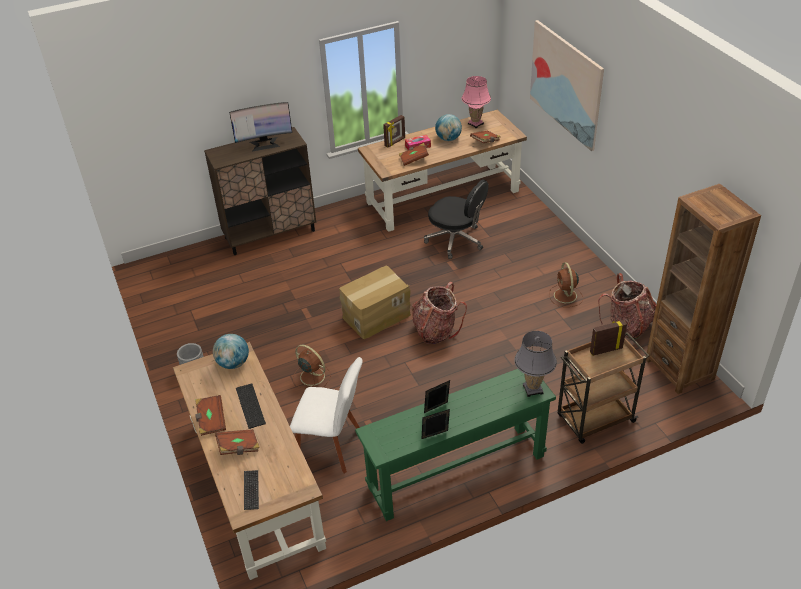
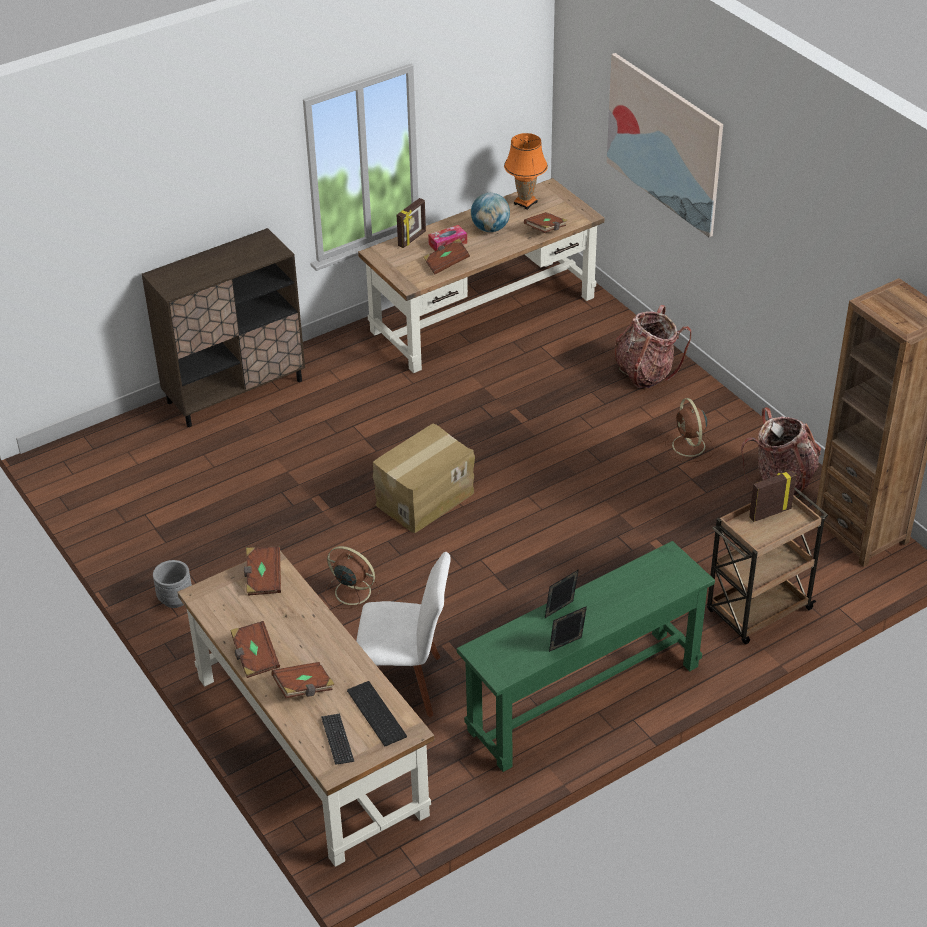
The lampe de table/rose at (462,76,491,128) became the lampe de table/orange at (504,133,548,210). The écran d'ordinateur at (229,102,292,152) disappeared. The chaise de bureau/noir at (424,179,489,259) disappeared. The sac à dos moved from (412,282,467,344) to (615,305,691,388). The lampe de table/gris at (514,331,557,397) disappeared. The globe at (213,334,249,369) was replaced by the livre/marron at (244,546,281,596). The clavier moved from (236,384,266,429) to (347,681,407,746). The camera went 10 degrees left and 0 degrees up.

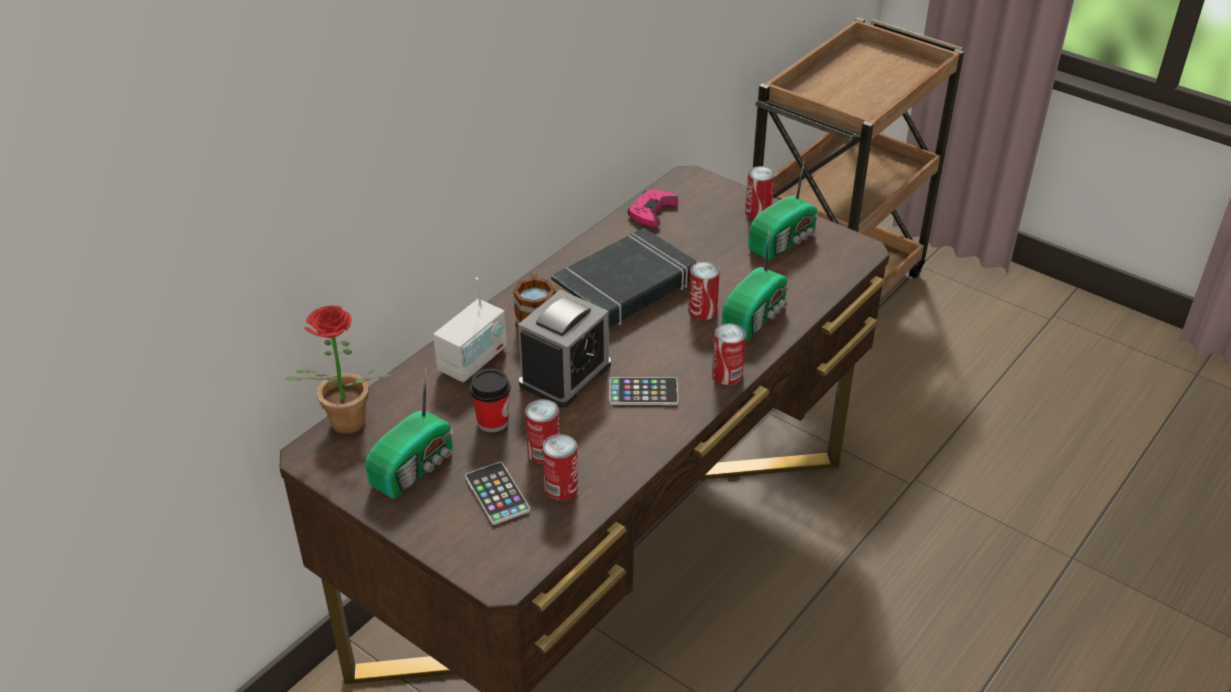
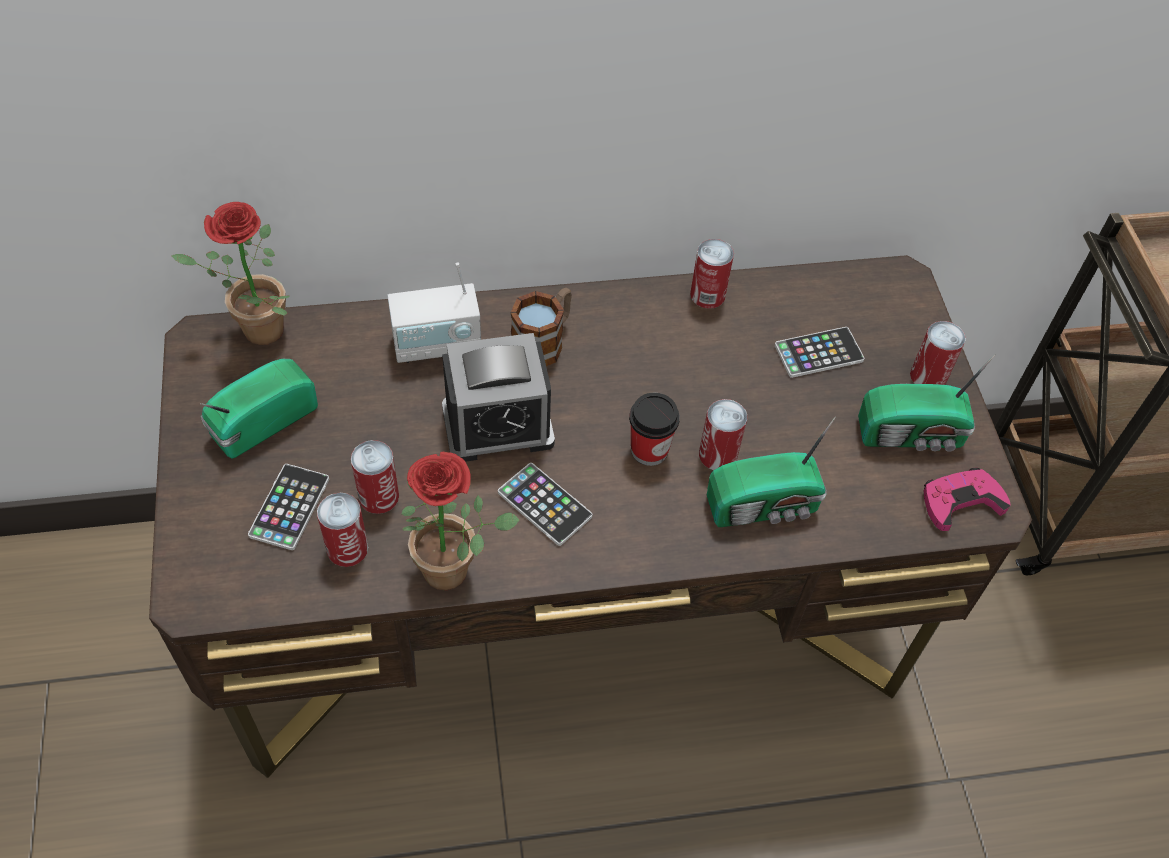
The manette/rose moved from (628,190,678,227) to (923,467,1011,531). The livre/noir at (551,228,696,328) disappeared. The boîte métallique moved from (712,324,746,385) to (690,239,734,309). The radio at (365,367,453,499) turned 150 degrees clockwise. The tasse moved from (470,369,511,433) to (629,393,680,466). The téléphone at (775,327,865,378) appeared. The plante en pot at (401,452,520,590) appeared. The camera went 40 degrees right and 15 degrees up.

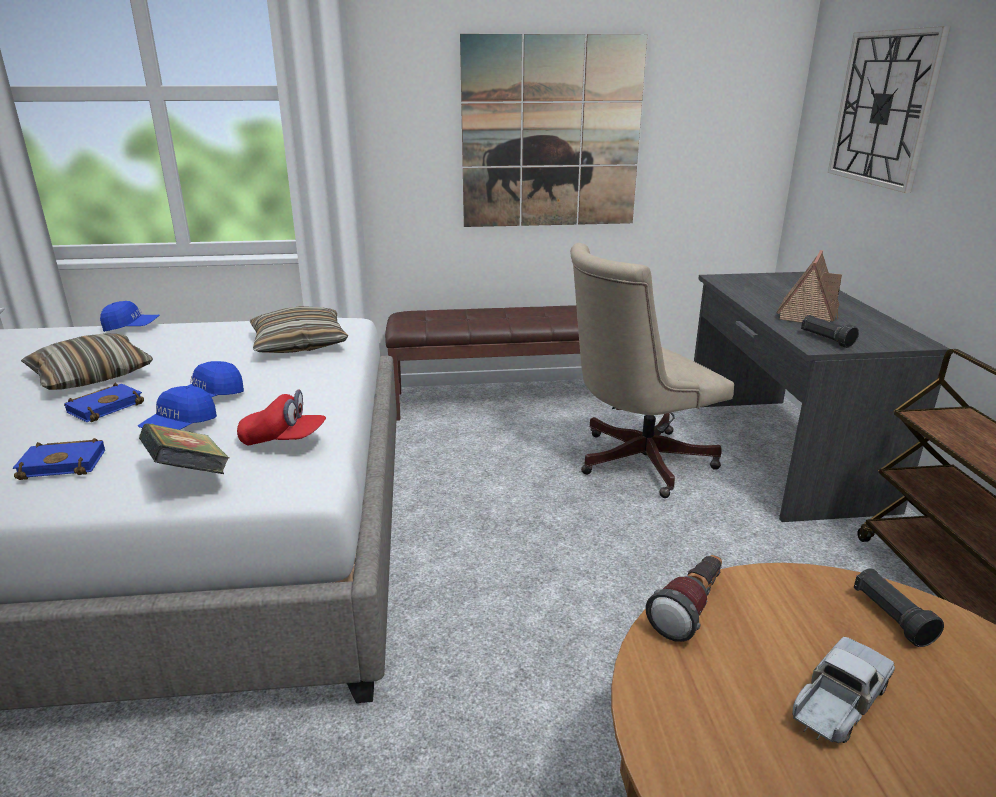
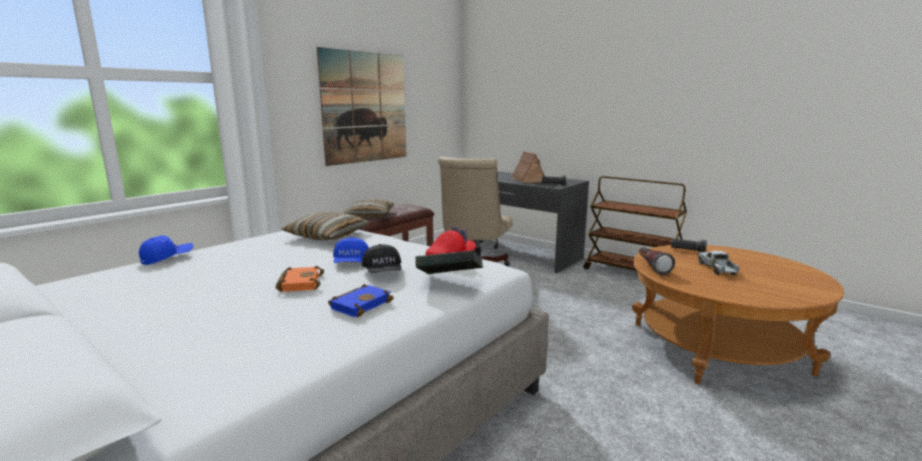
The horloge murale at (828,26,950,193) disappeared. The coussin moved from (21,333,153,390) to (344,198,394,218). The livre/bleu at (64,383,144,422) became the livre/orange at (275,266,324,292). The casquette/bleu at (138,386,217,430) became the casquette/noir at (362,244,402,273). The camera went 45 degrees left and 10 degrees down.

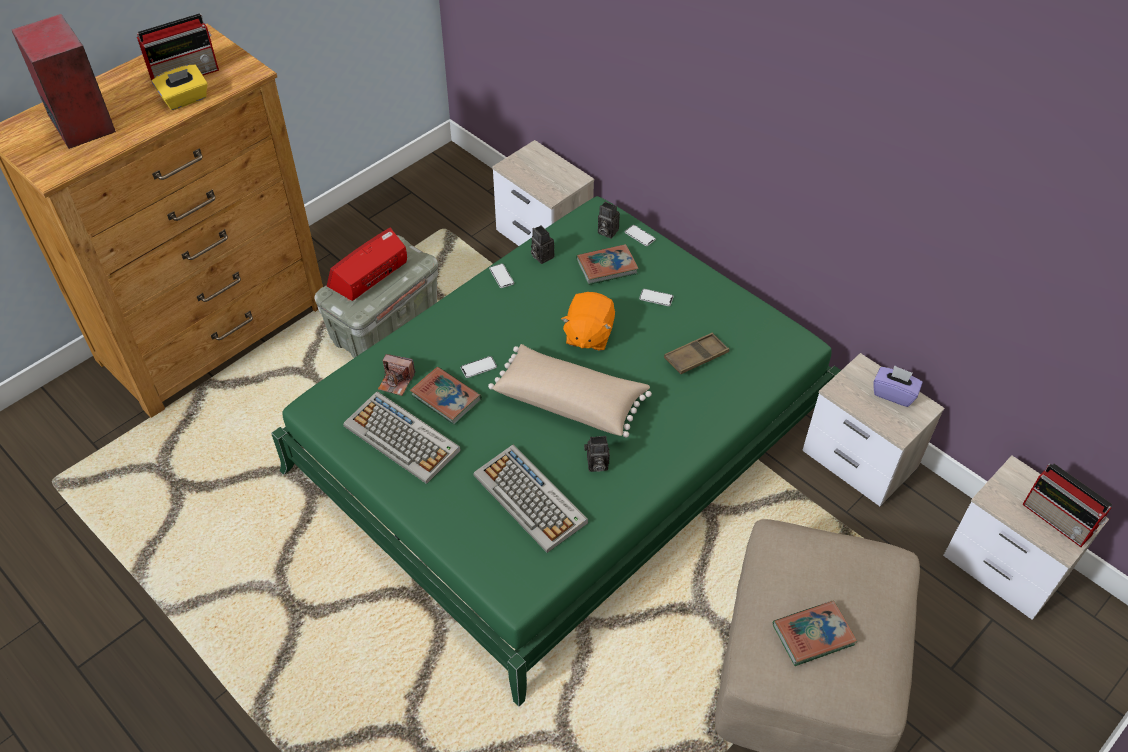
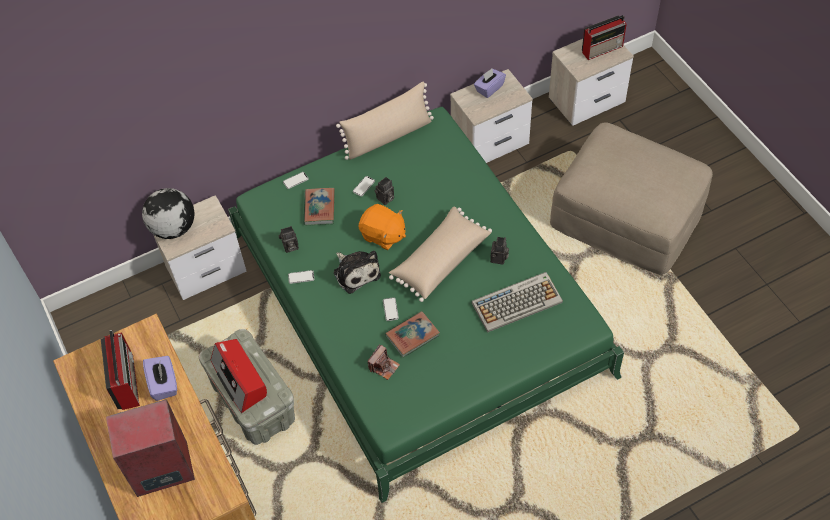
The boîte à mouchoirs/jaune at (152,65,208,110) became the boîte à mouchoirs/violet at (143,356,177,401). The appareil photo moved from (598,202,620,239) to (375,177,394,205). The plateau/marron at (664,333,730,374) disappeared. The clavier at (343,391,461,484) disappeared. The livre at (773,601,857,666) disappeared. The coussin/beige at (336,82,434,160) appeared. The globe at (142,188,195,239) appeared. The peluche at (334,251,381,294) appeared. The camera went 70 degrees left and 5 degrees up.

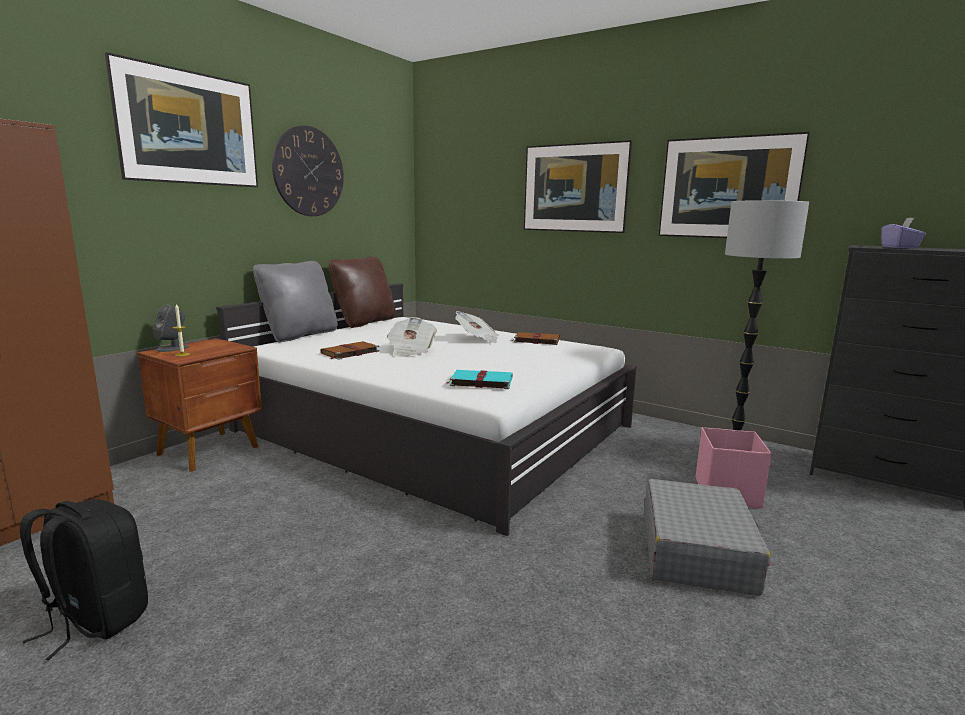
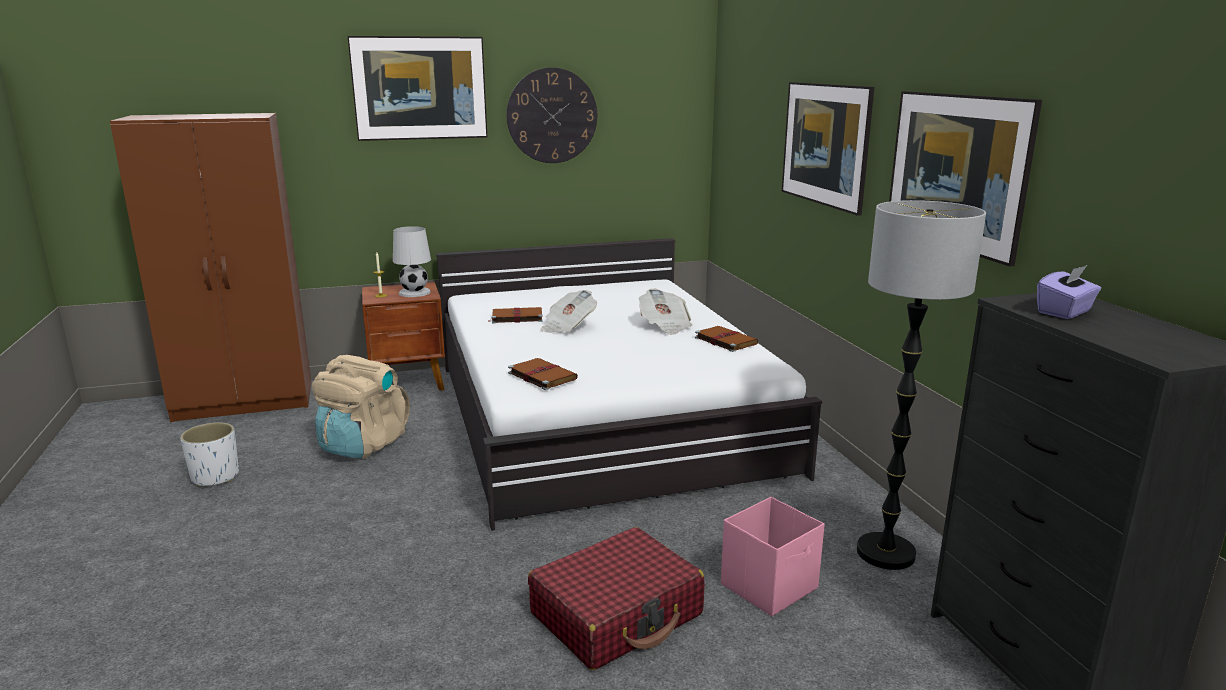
The coussin/marron at (329,257,396,328) disappeared. The coussin/gris at (253,261,338,342) disappeared. The enceinte/gris at (153,304,189,352) disappeared. The livre/turquoise at (447,370,513,389) became the livre/marron at (508,358,578,390). The valise/gris at (644,479,771,596) became the valise/rouge at (528,527,705,670). The sac à dos/noir at (20,499,148,660) was replaced by the cache-pot/blanc at (180,422,239,487). The lampe de table/blanc at (393,226,431,297) appeared. The sac à dos/beige at (312,355,410,459) appeared. The camera went 40 degrees right and 5 degrees up.

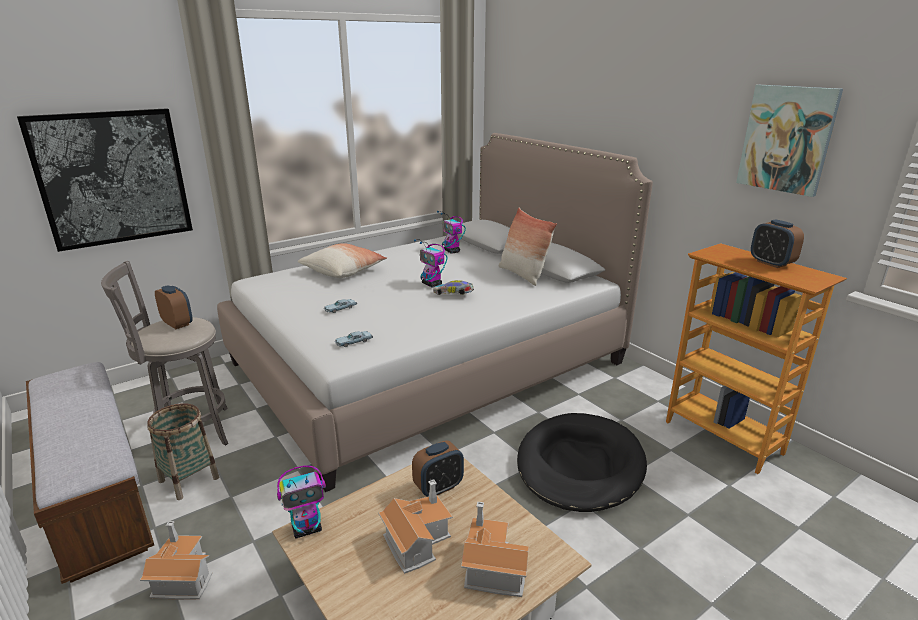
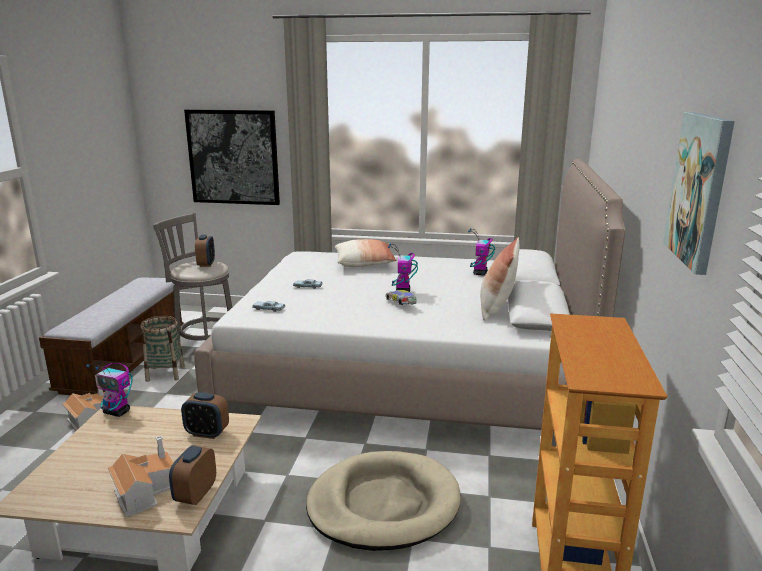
The réveil moved from (751,219,804,268) to (169,446,216,505). The panier pour chien/noir at (517,413,647,512) became the panier pour chien/beige at (306,451,461,551). The maison miniature at (378,480,453,574) disappeared. The camera went 45 degrees right and 5 degrees down.

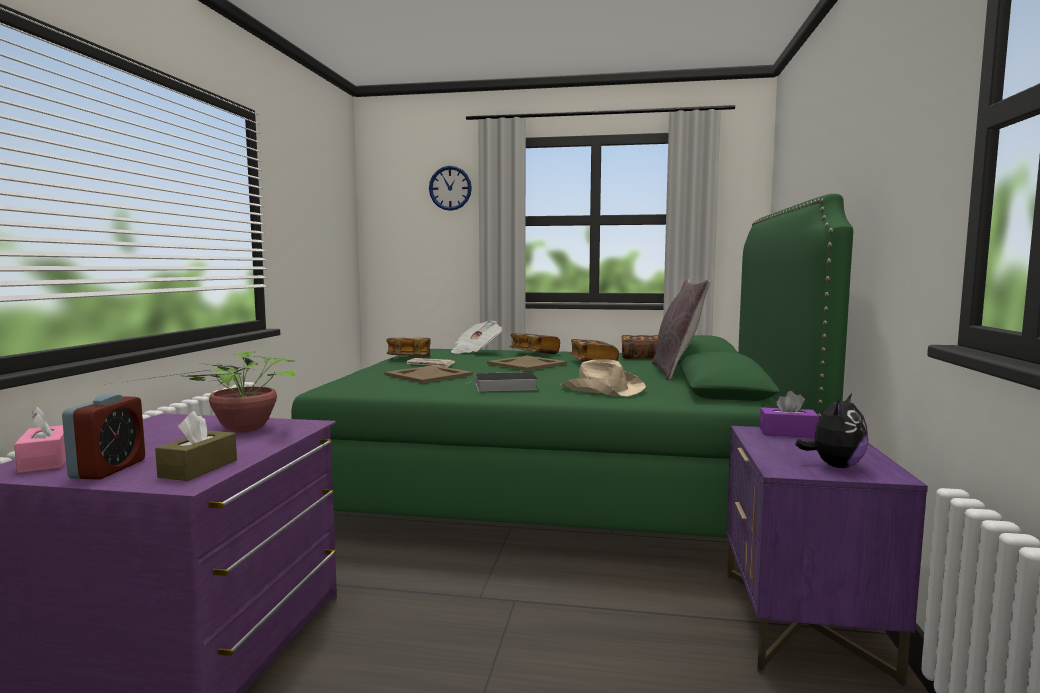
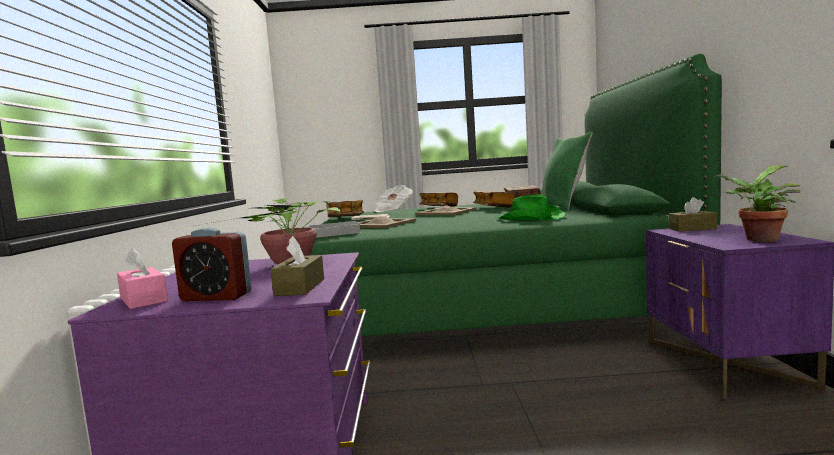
The horloge murale at (429,166,472,211) disappeared. The coussin/gris at (652,279,710,380) became the coussin/vert at (541,132,592,210). The chapeau/beige at (561,359,646,397) became the chapeau/vert at (498,194,566,220). The livre moved from (466,372,537,392) to (309,221,362,238). The boîte à mouchoirs/violet at (760,391,819,438) became the boîte à mouchoirs/marron at (669,197,717,232). The peluche at (795,393,868,468) was replaced by the plante en pot at (714,165,801,242). The réveil at (62,394,145,480) turned 105 degrees clockwise. The camera went 10 degrees left and 0 degrees up.

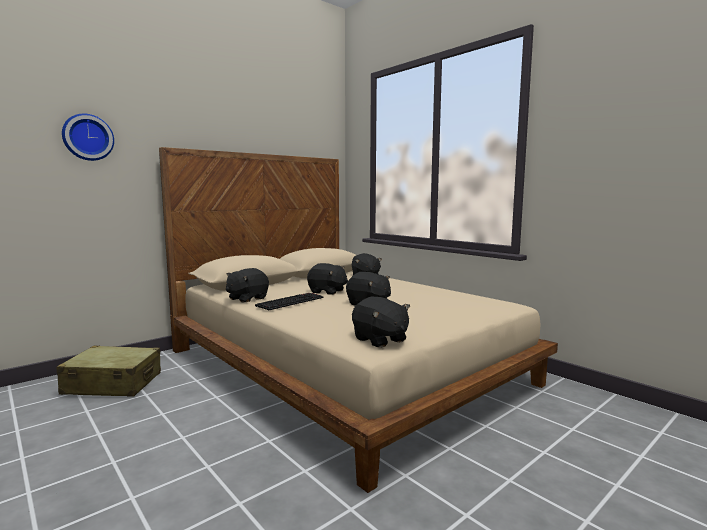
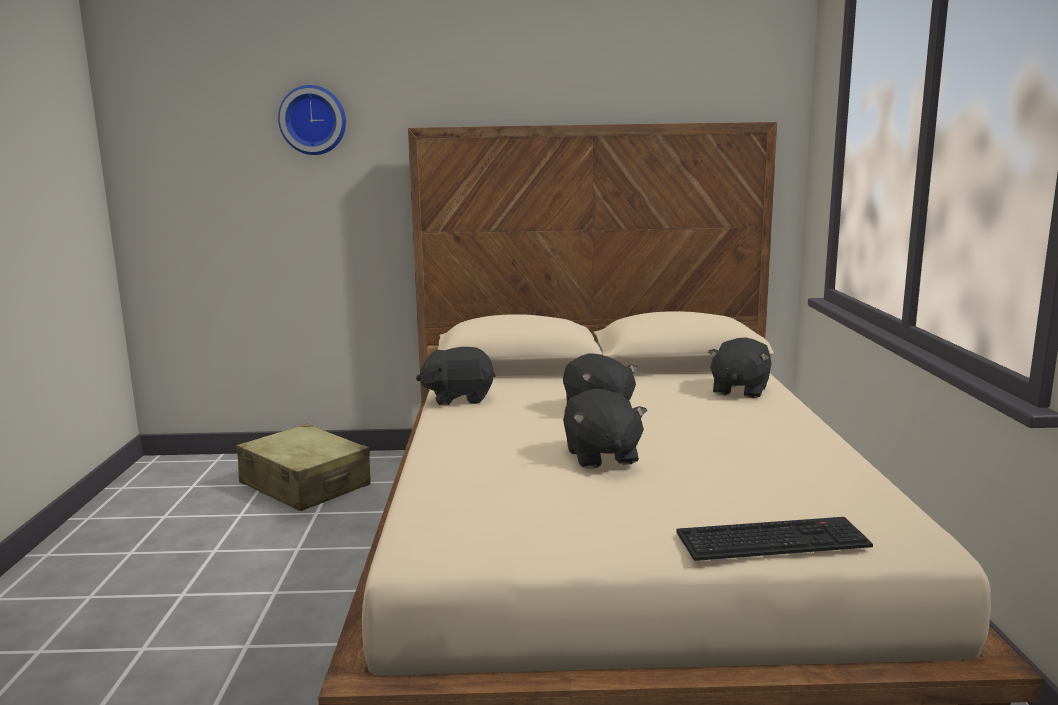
The clavier moved from (255,293,324,310) to (676,517,873,561). The peluche/noir at (352,297,410,348) disappeared. The camera went 40 degrees right and 5 degrees up.

